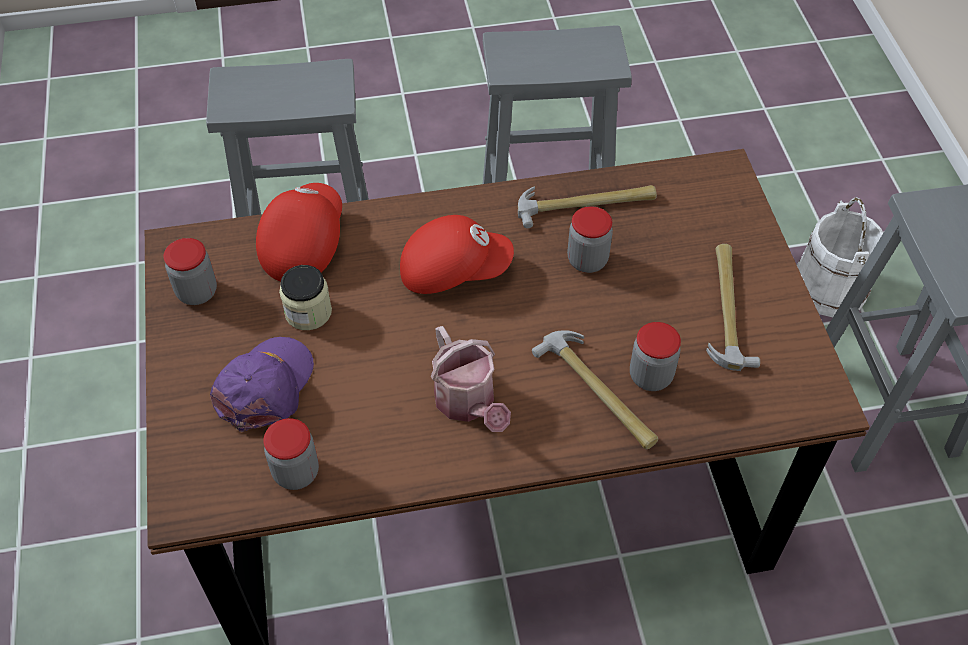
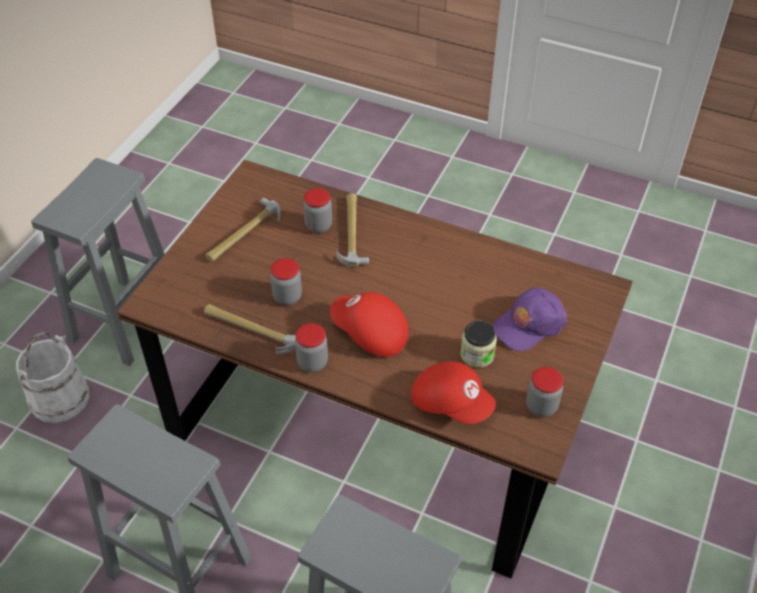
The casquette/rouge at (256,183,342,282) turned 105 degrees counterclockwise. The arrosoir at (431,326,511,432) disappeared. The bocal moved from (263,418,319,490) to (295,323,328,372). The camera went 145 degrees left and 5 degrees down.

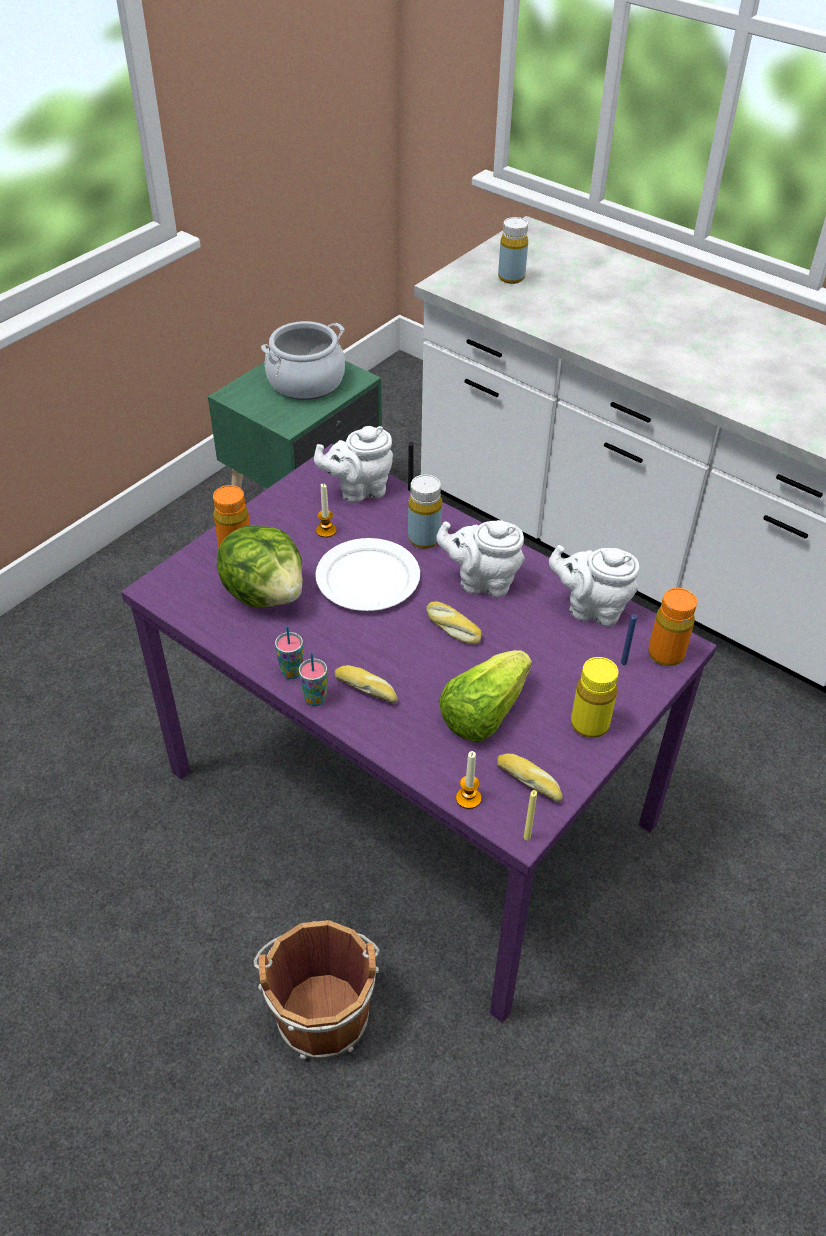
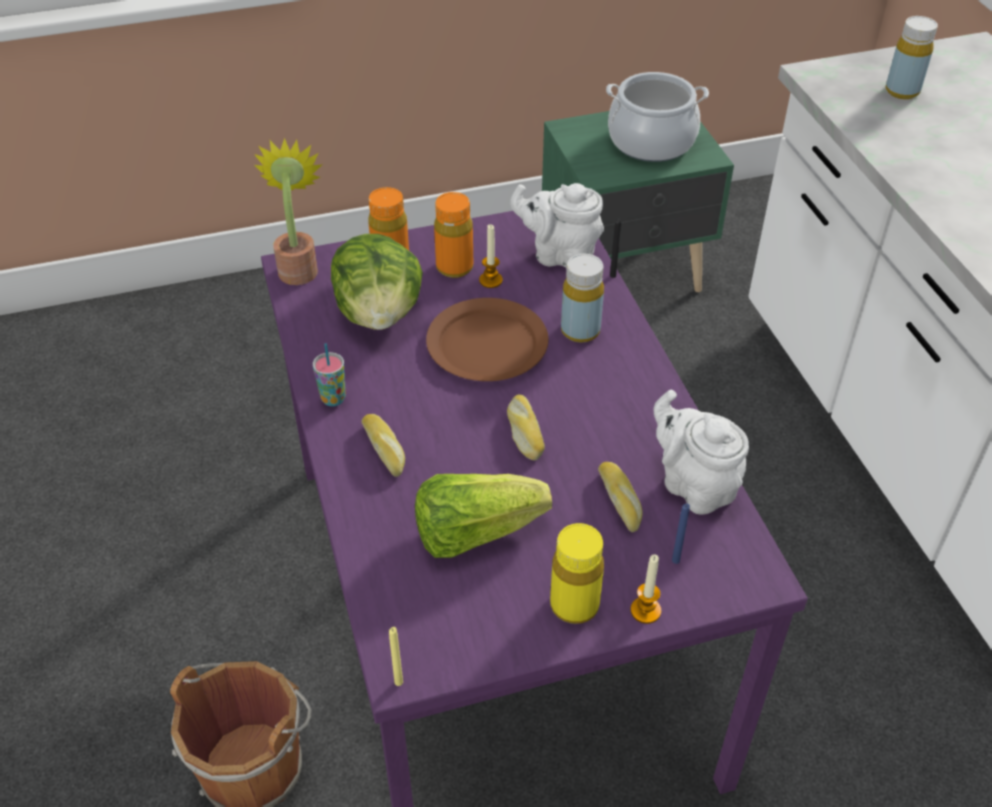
The théière/blanc at (436,520,525,598) disappeared. The assiette/blanc at (315,538,420,611) became the assiette/marron at (426,298,549,381). The bouteille/orange moved from (648,588,697,666) to (434,192,473,278). The tasse at (299,653,327,706) disappeared. The bougie moved from (456,751,481,809) to (630,555,661,624). The pain moved from (497,754,563,803) to (598,462,643,532). The plante en pot at (254,138,323,285) appeared. The camera went 35 degrees right and 0 degrees up.

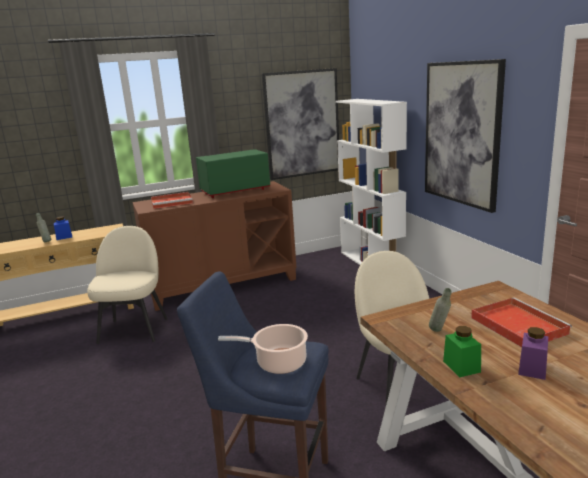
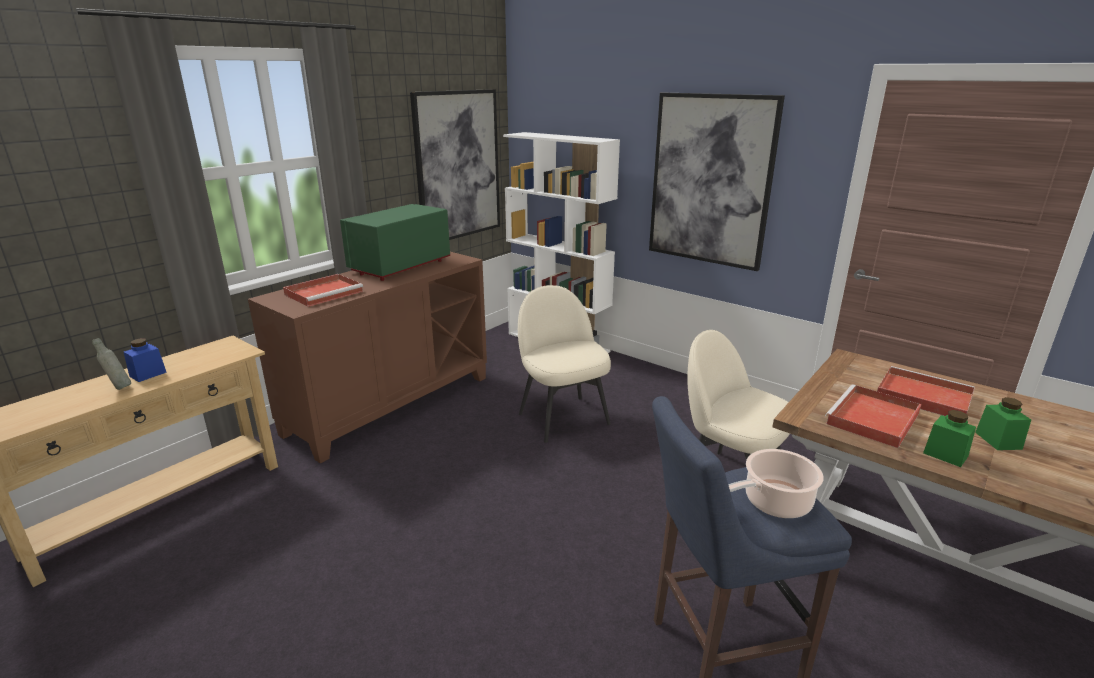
The chaise/beige moved from (87,226,167,344) to (518,285,611,443). The bouteille/gris at (429,288,452,332) was replaced by the plateau/rouge at (825,384,922,448). The bocal/violet at (518,327,548,380) became the bocal/vert at (975,397,1031,450). The camera went 30 degrees left and 5 degrees up.

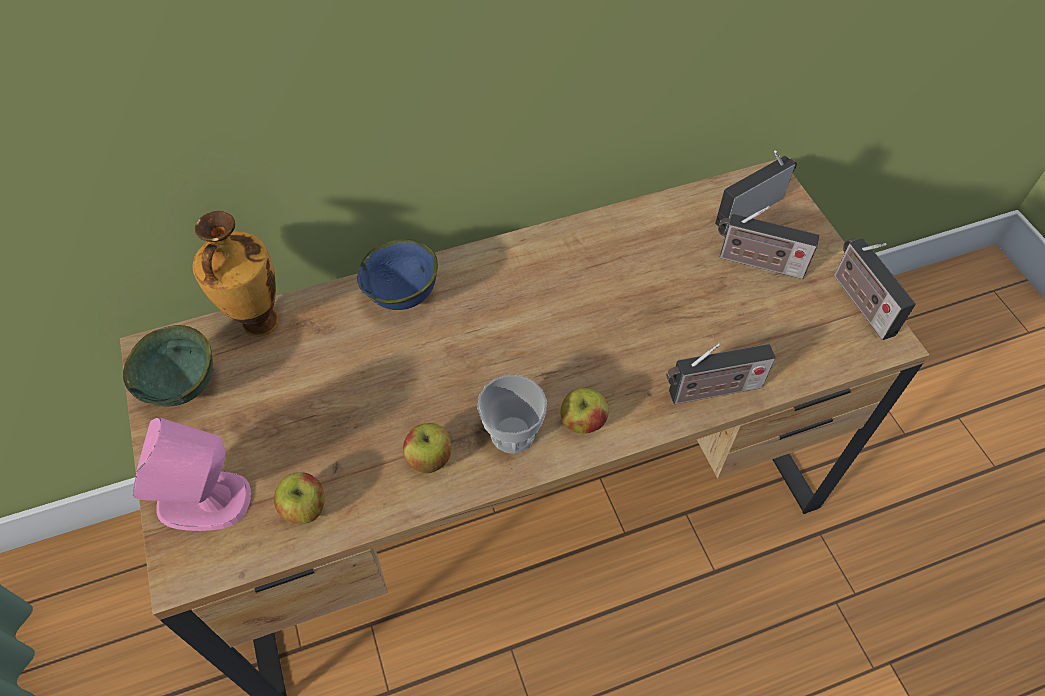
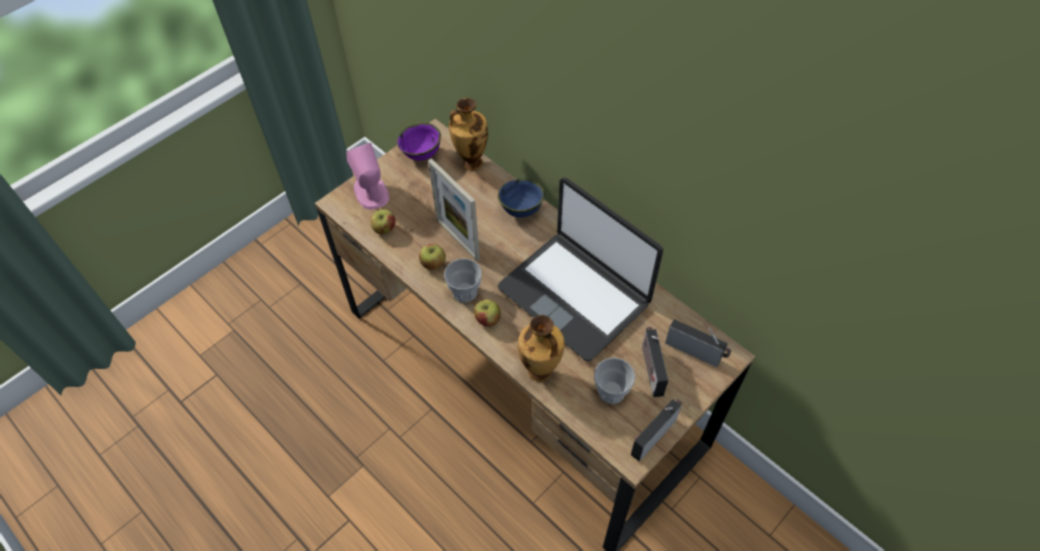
The bol/vert at (123,325,213,407) became the bol/violet at (397,123,441,160). The radio at (666,342,776,404) was replaced by the vase at (518,315,564,382). The cadre photo at (428,158,480,261) appeared. The ordinateur portable at (498,177,663,361) appeared. The tasse at (594,357,635,404) appeared. The camera went 65 degrees right and 0 degrees up.

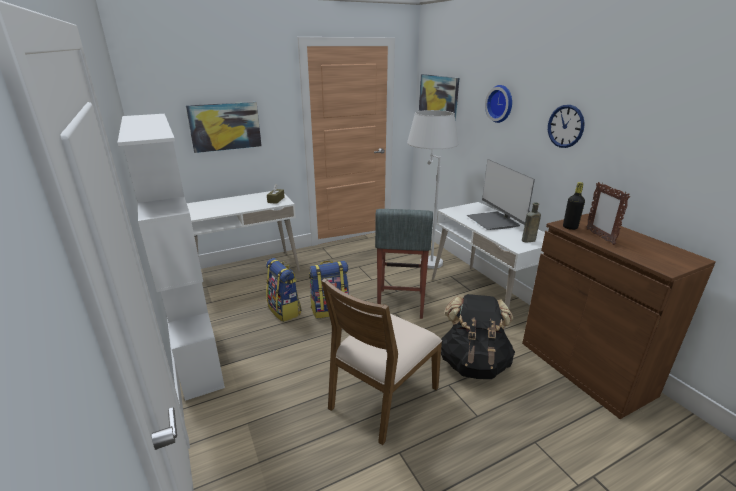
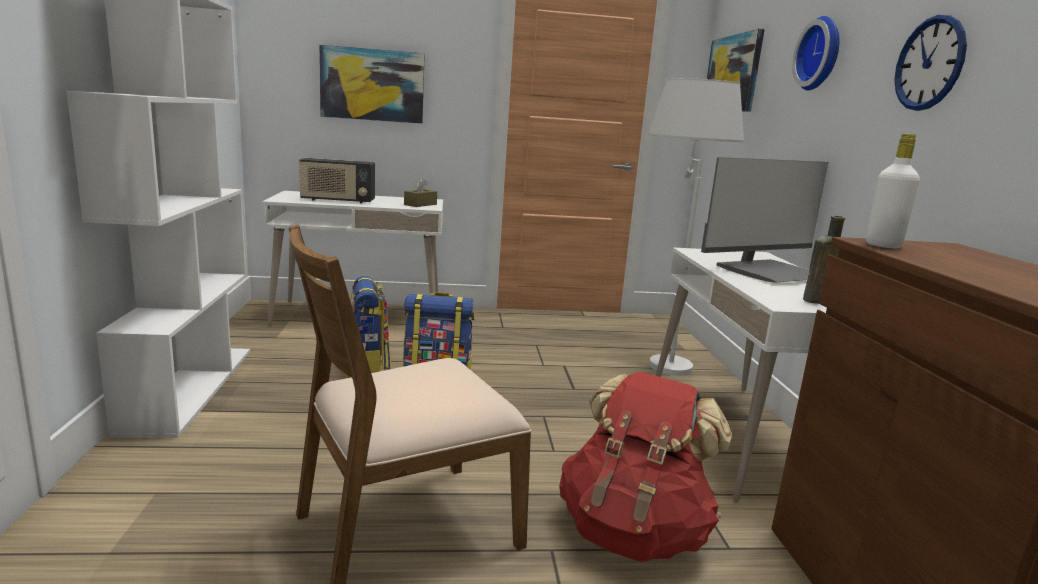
The écran d'ordinateur at (466,159,535,230) turned 120 degrees counterclockwise. The bouteille/noir at (563,182,585,230) became the bouteille/blanc at (866,134,920,248). The cadre photo at (586,182,630,245) disappeared. The tabouret/gris at (375,209,433,319) disappeared. The sac à dos/noir at (441,294,515,379) became the sac à dos/rouge at (559,372,732,562). The radio at (298,158,375,204) appeared. The camera went 20 degrees right and 10 degrees down.

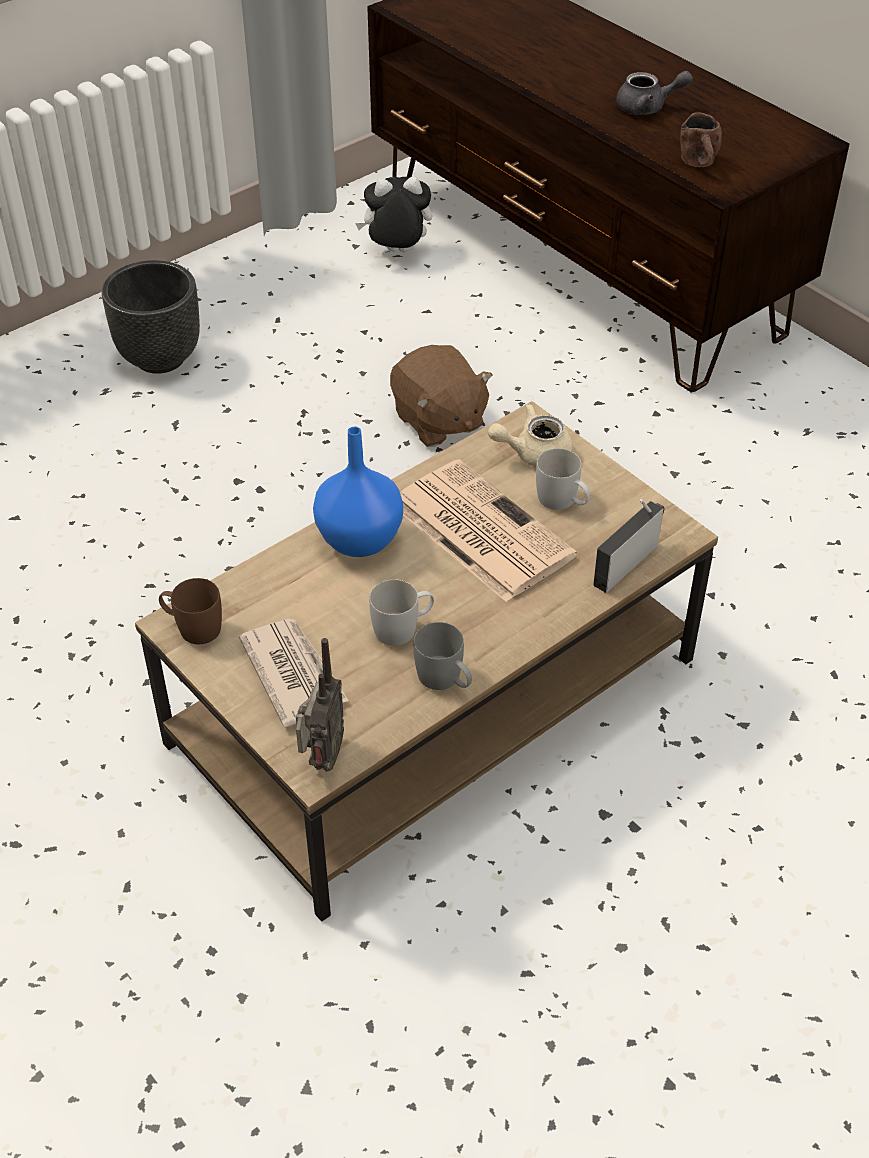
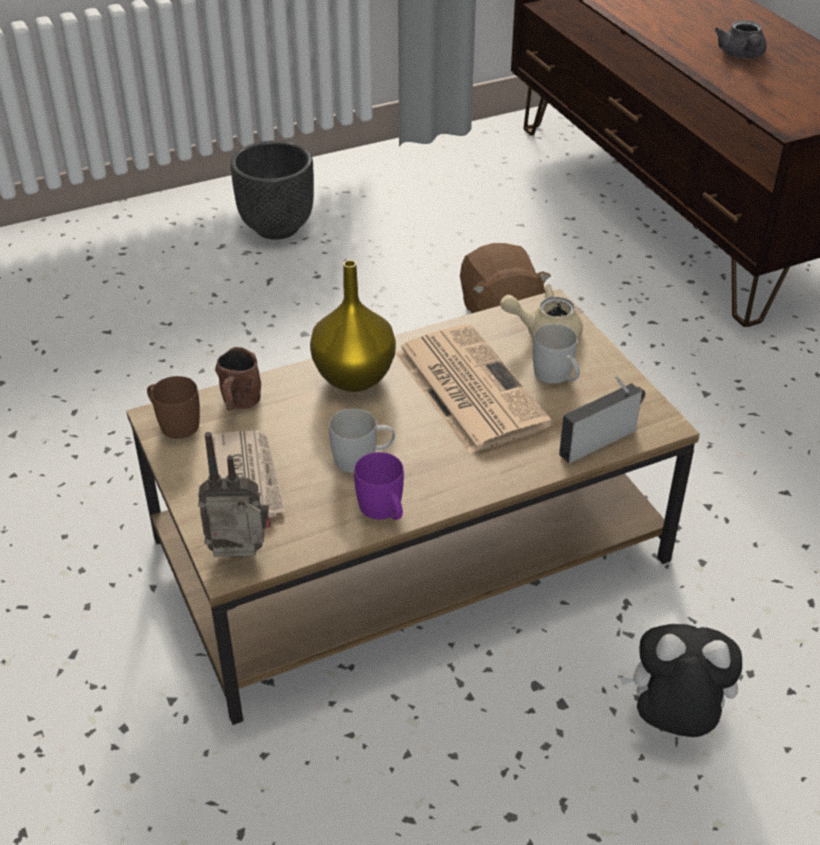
The théière/gris at (616,71,693,115) turned 75 degrees clockwise. The mug/marron moved from (680,112,722,167) to (215,347,261,410). The peluche moved from (355,177,432,252) to (619,624,742,737). The vase/bleu at (313,427,403,557) became the vase/jaune at (310,260,396,392). The mug/gris at (414,622,472,690) became the mug/violet at (354,452,404,520). The radio at (296,638,344,772) turned 120 degrees counterclockwise. The camera went 15 degrees right and 5 degrees down.

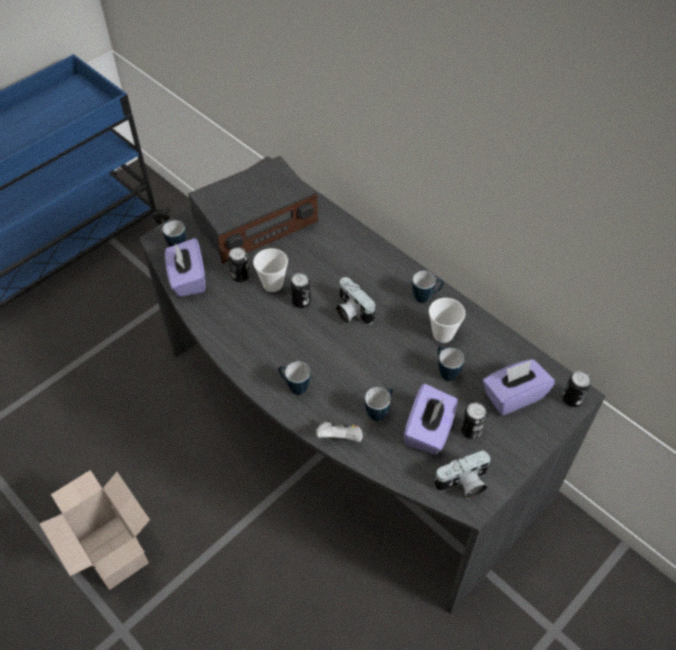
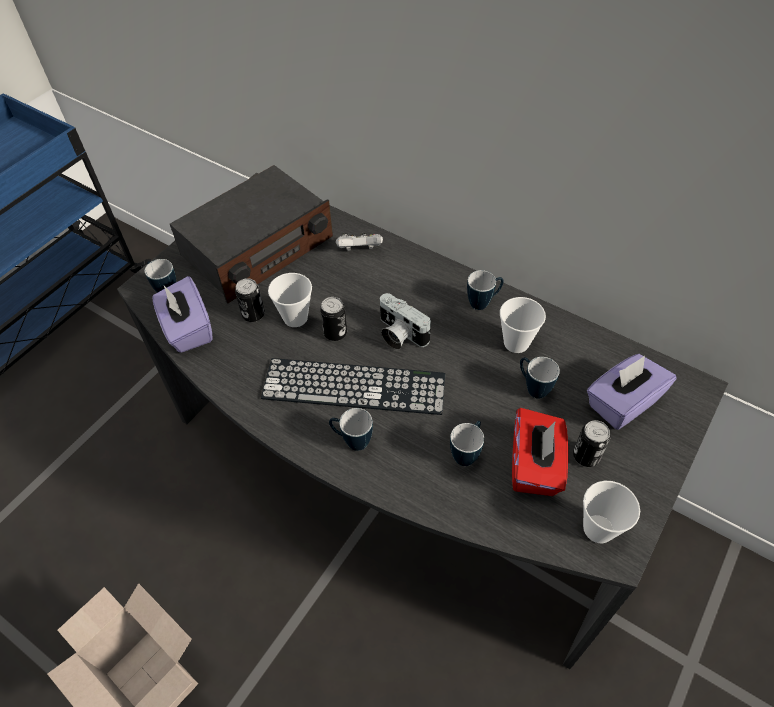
The boîte métallique at (562,371,591,407) disappeared. The boîte à mouchoirs/violet at (404,384,458,455) became the boîte à mouchoirs/rouge at (512,408,568,496). The manette/blanc moved from (316,419,363,442) to (336,233,383,251). The appareil photo at (434,450,490,499) was replaced by the tasse at (583,481,640,543). The clavier at (261,358,445,415) appeared. The camera went 10 degrees left and 0 degrees up.

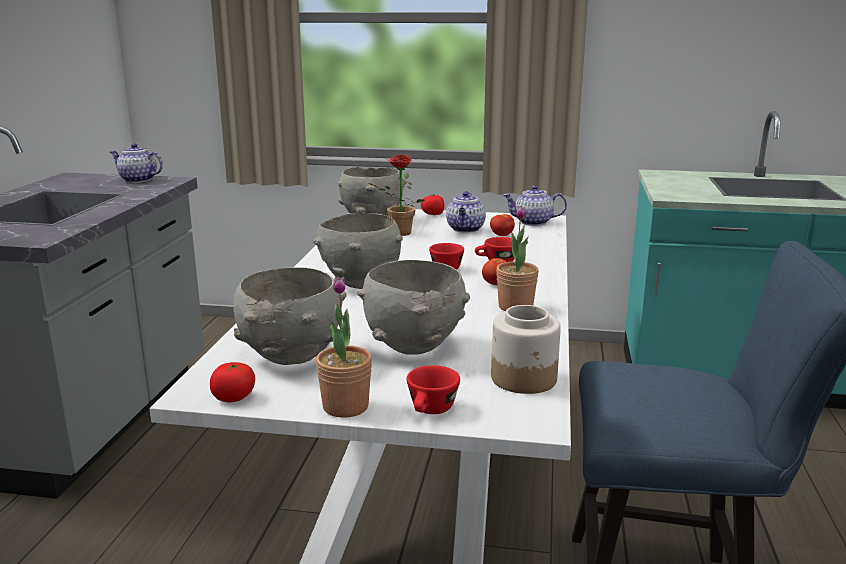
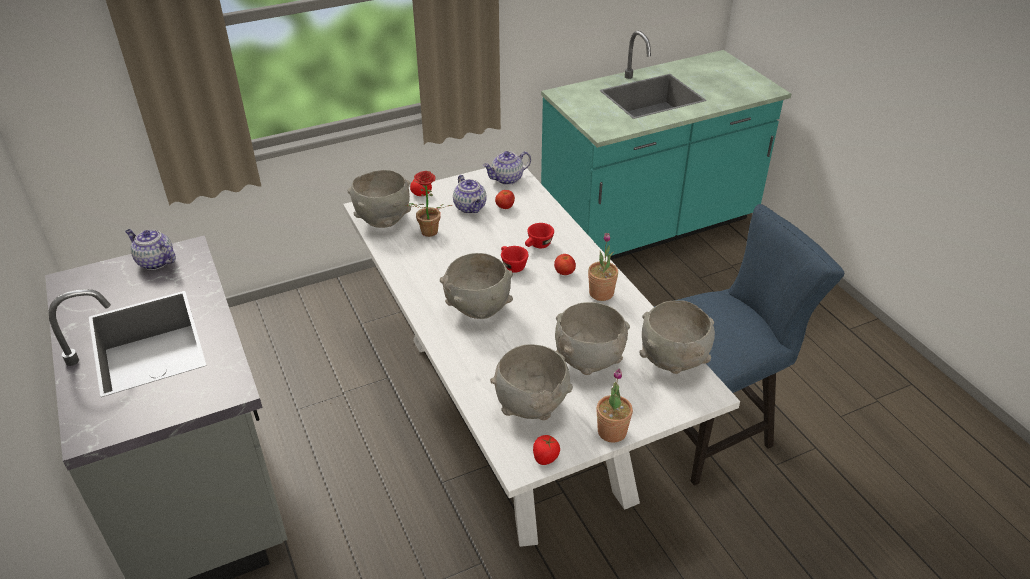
The théière at (110,143,163,183) turned 45 degrees clockwise. The bocal at (491,305,561,394) was replaced by the bol/gris at (639,300,715,374). The tasse/rouge at (406,365,460,414) disappeared. The camera went 35 degrees left and 20 degrees up.

